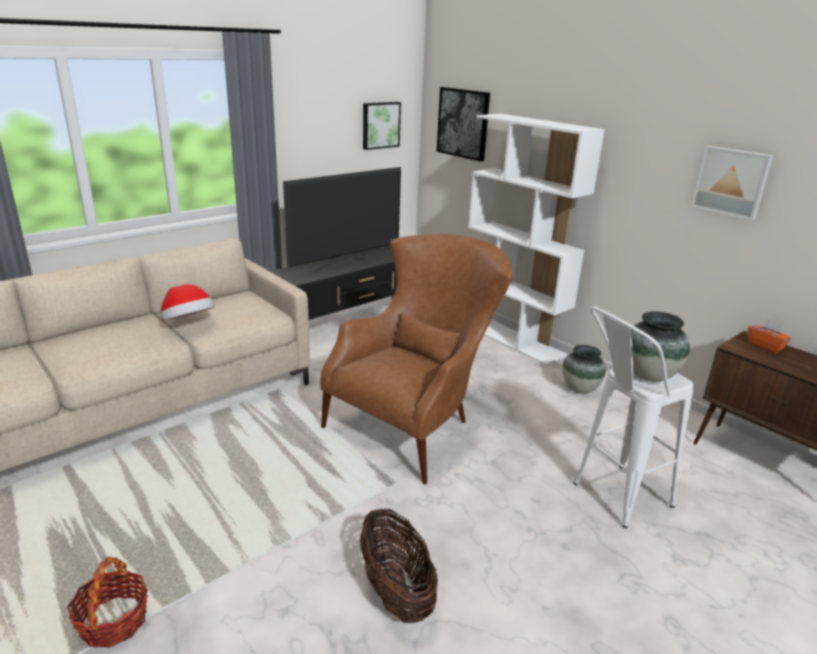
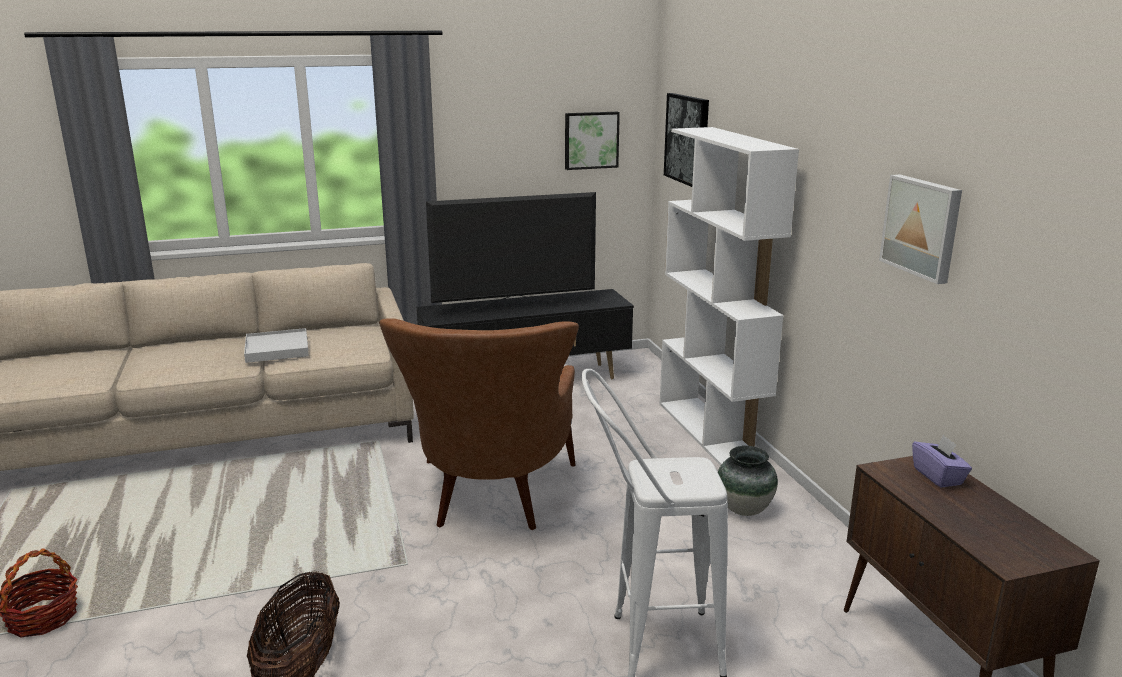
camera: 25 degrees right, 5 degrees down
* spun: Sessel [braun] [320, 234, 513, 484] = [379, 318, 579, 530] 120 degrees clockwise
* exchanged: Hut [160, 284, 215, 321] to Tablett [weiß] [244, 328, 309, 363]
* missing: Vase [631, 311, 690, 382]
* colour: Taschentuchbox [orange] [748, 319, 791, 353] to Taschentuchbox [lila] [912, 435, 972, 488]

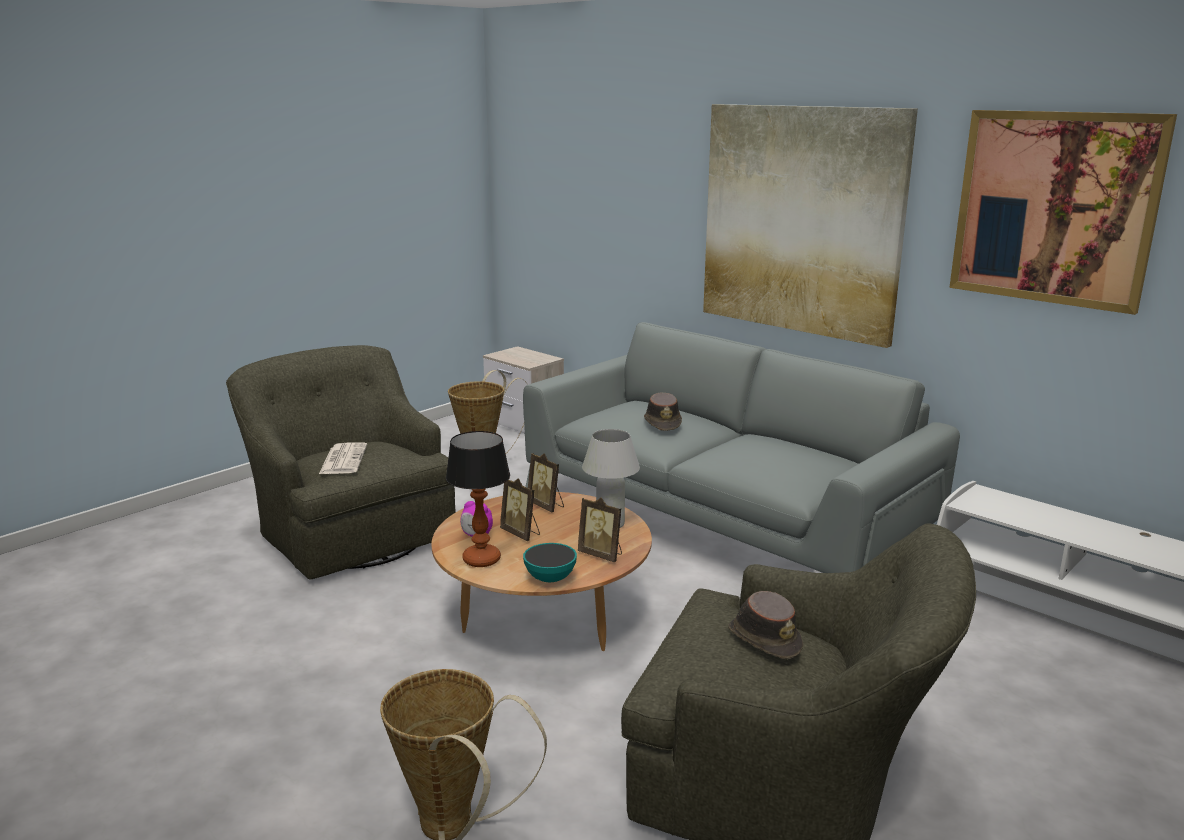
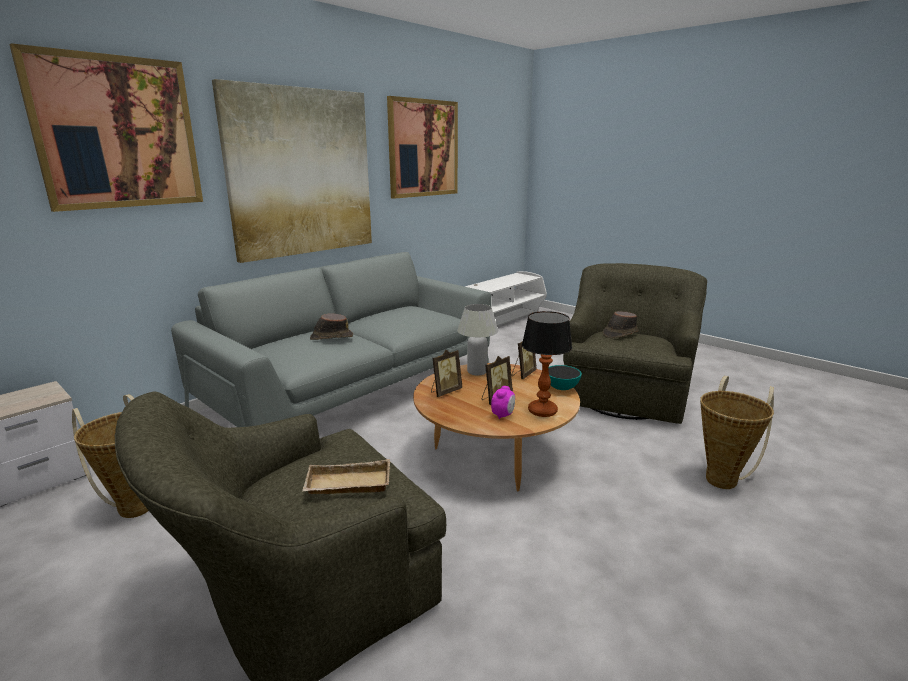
camera: 90 degrees left, 0 degrees up
* exchanged: Zeitung [319, 442, 367, 474] to Tablett [beige] [302, 459, 390, 494]
* appeared: Bild [9, 43, 203, 212]

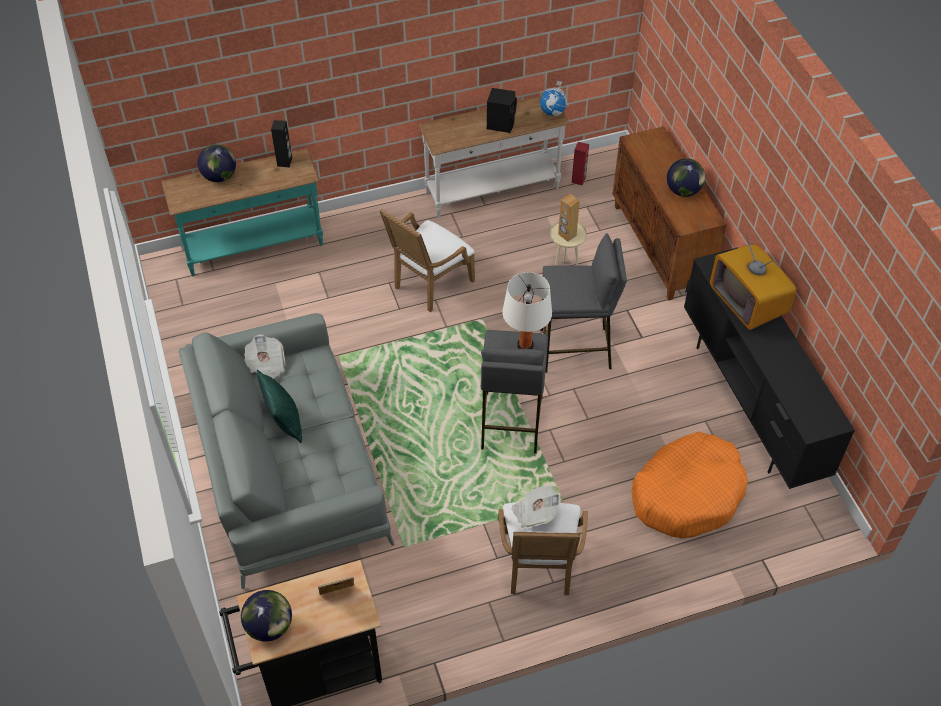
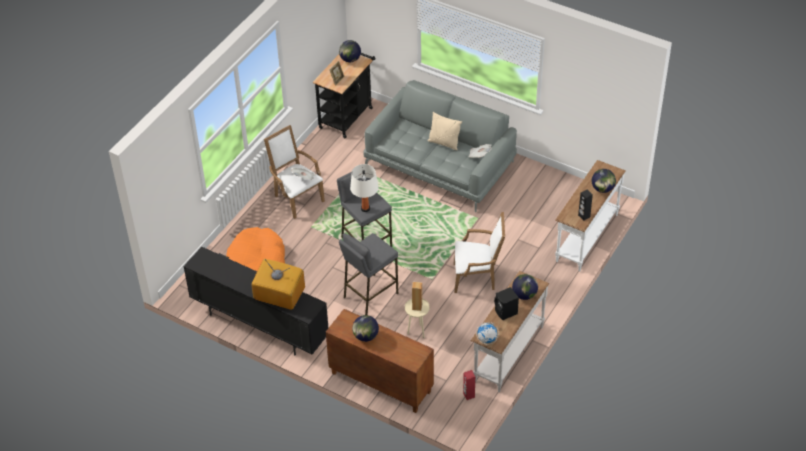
camera: 140 degrees right, 5 degrees down
* colour: Konsolentisch [türkis] [162, 148, 323, 276] to Konsolentisch [weiß] [555, 160, 626, 272]
* spun: Sessel [weiß] [379, 208, 475, 312] = [454, 212, 505, 293] 90 degrees clockwise
* colour: Kissen [grün] [257, 369, 302, 443] to Kissen [beige] [427, 112, 462, 150]
* appeared: Globus [512, 274, 538, 300]

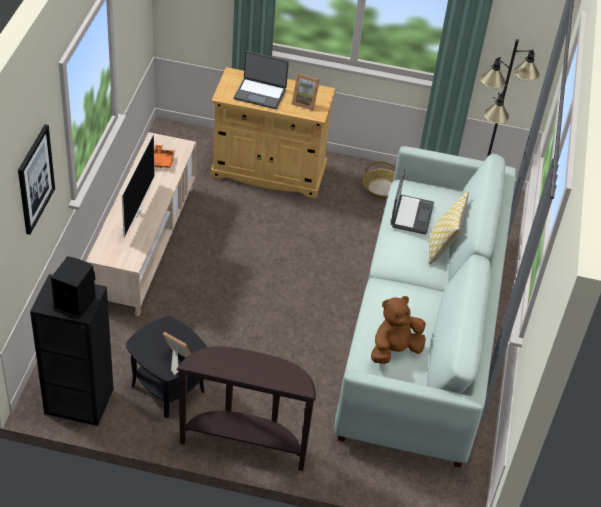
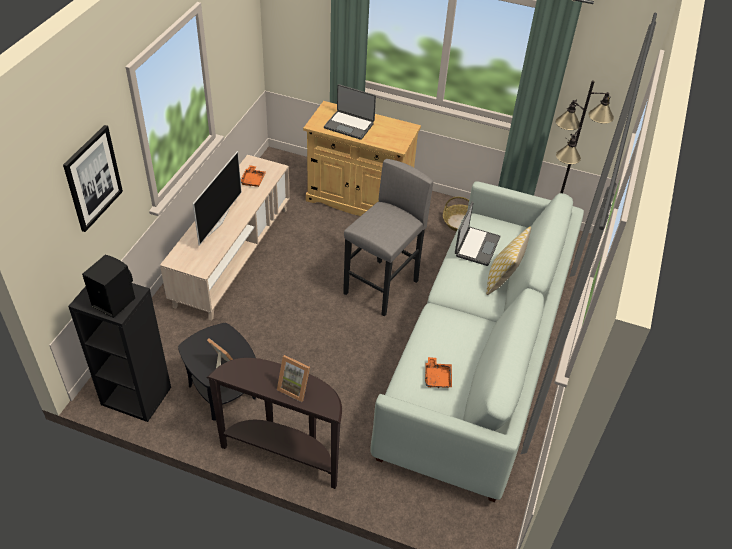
camera: 10 degrees right, 0 degrees up
* relocated: Bilderrahmen [292, 73, 320, 111] to [277, 355, 310, 402]
* exchanged: Plüschtier [braun] [371, 296, 426, 364] to Tablett [orange] [425, 357, 452, 388]
* appeared: Hocker [grau] [343, 159, 433, 317]

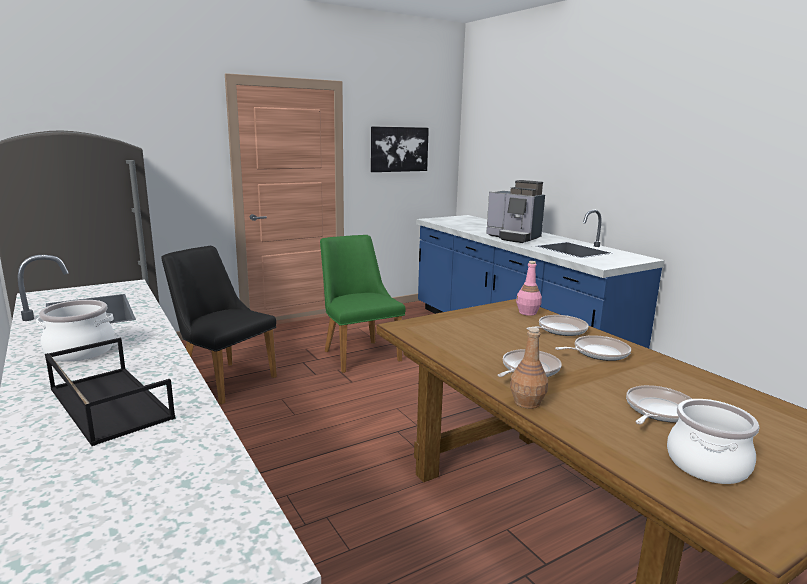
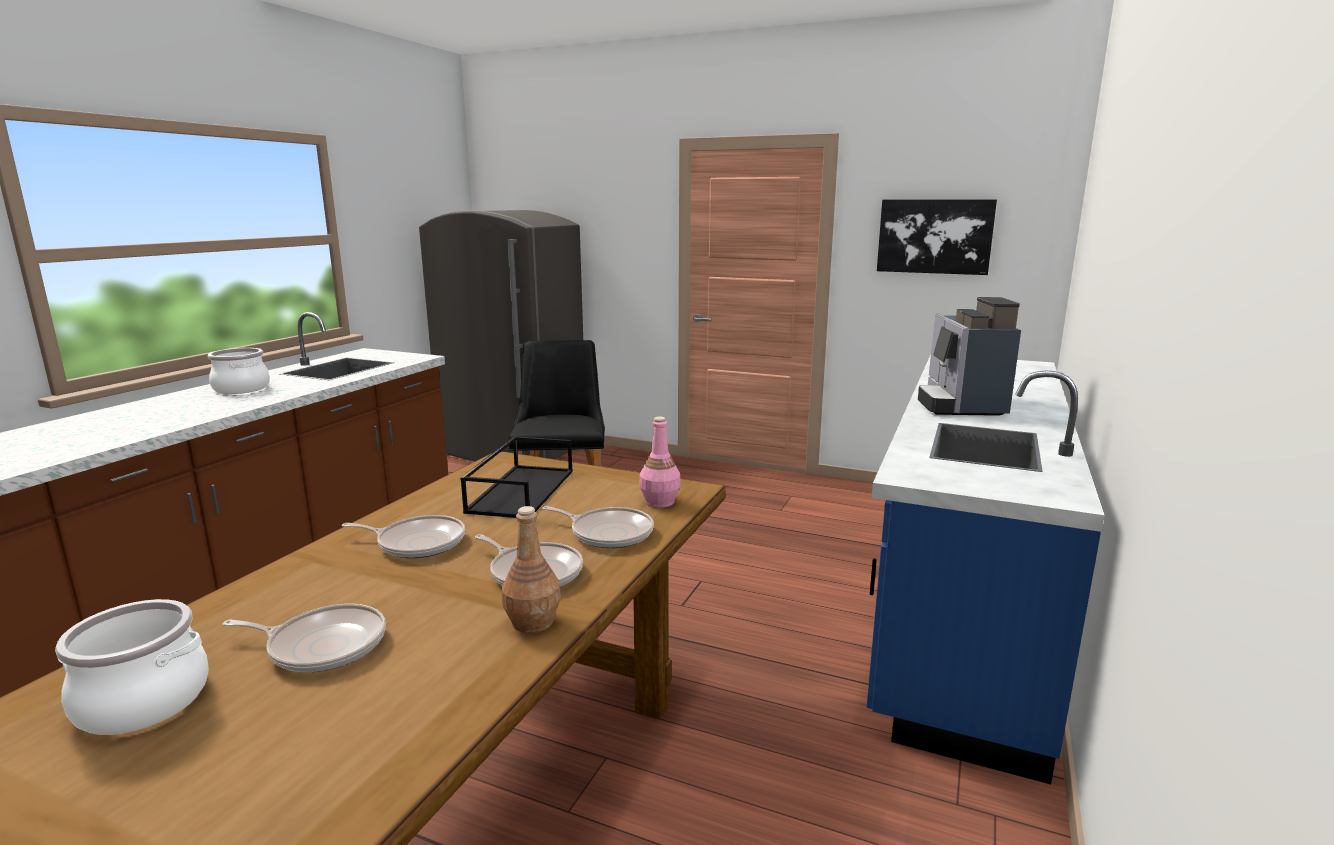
camera: 55 degrees right, 0 degrees up
* missing: Stuhl [grün] [320, 235, 406, 373]
* relocated: Flasche [braun] [510, 327, 548, 409] to [502, 506, 561, 633]
* relocated: Tablett [schwarz] [45, 338, 176, 446] to [460, 436, 573, 518]

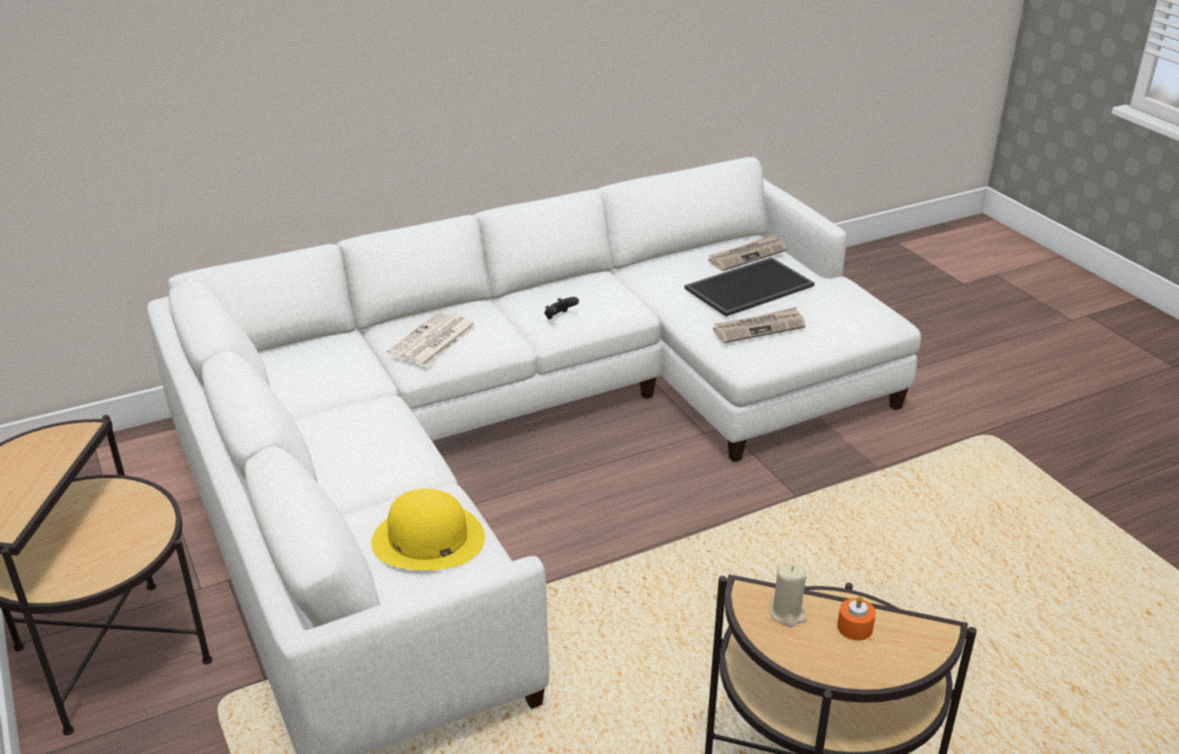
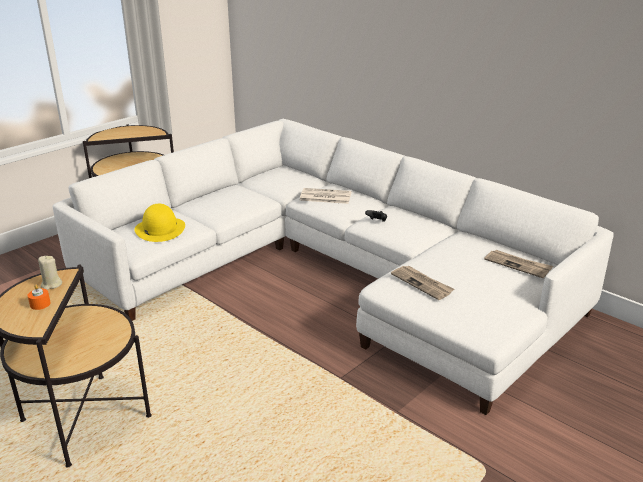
camera: 70 degrees right, 5 degrees down
* missing: Tablett [684, 257, 815, 317]

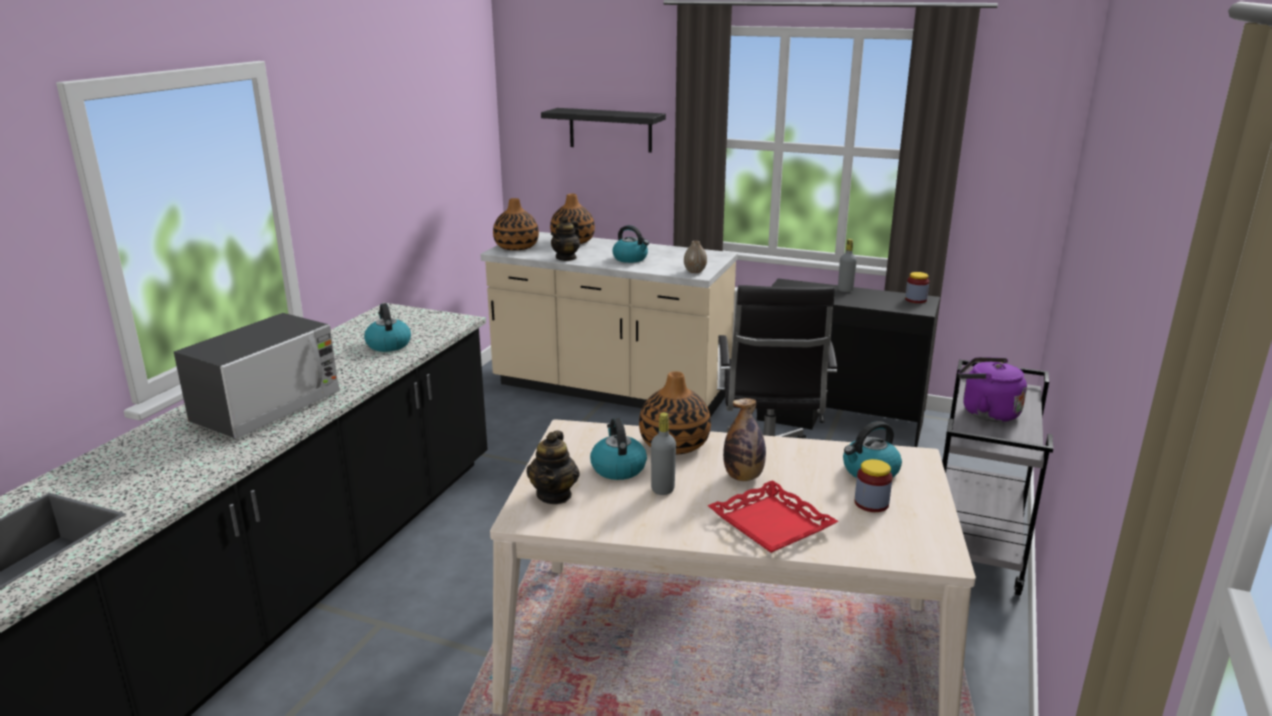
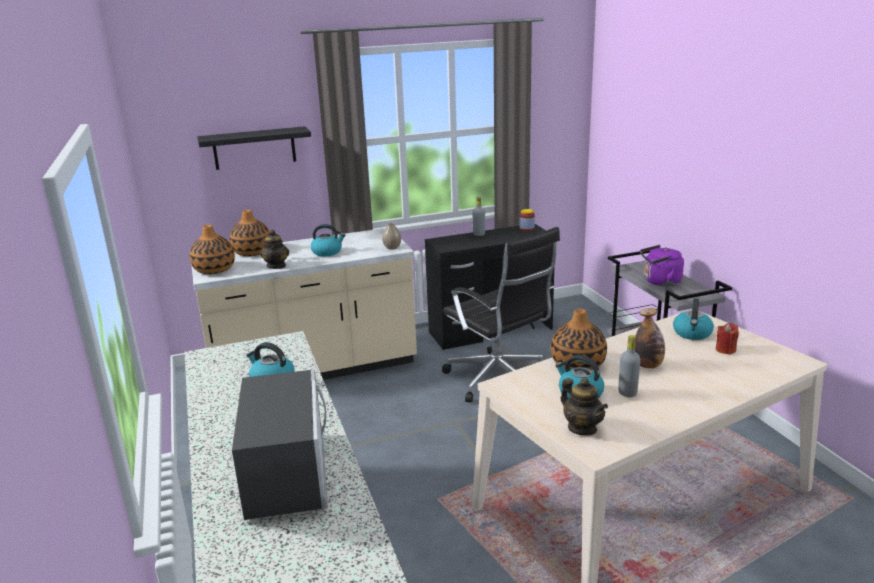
camera: 40 degrees left, 0 degrees up
* exchanged: Vorratsglas [854, 459, 893, 512] to Kerze [rot] [716, 323, 739, 354]
* missing: Tablett [rot] [707, 480, 839, 553]

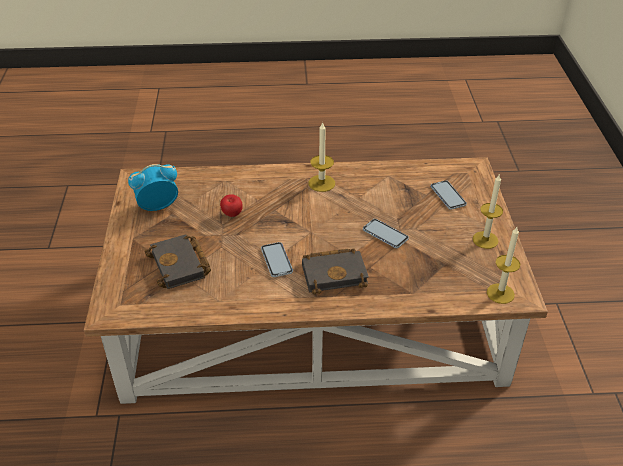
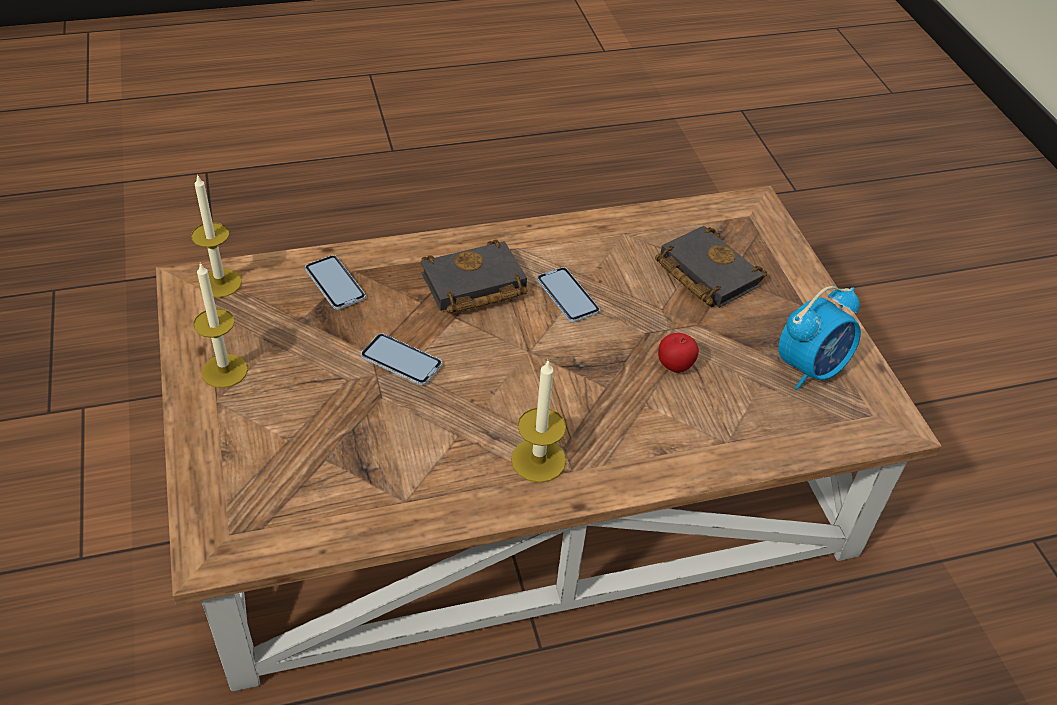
camera: 165 degrees right, 5 degrees up
* relocated: Handy [431, 180, 467, 210] to [305, 255, 366, 310]

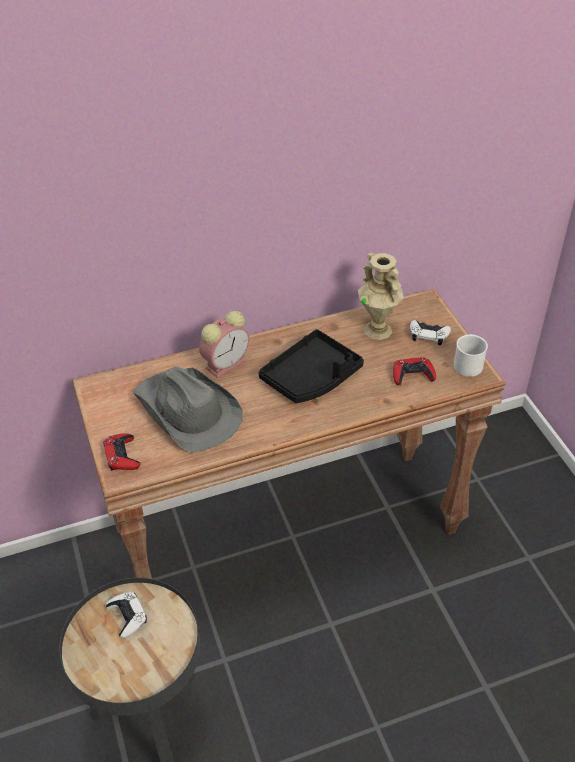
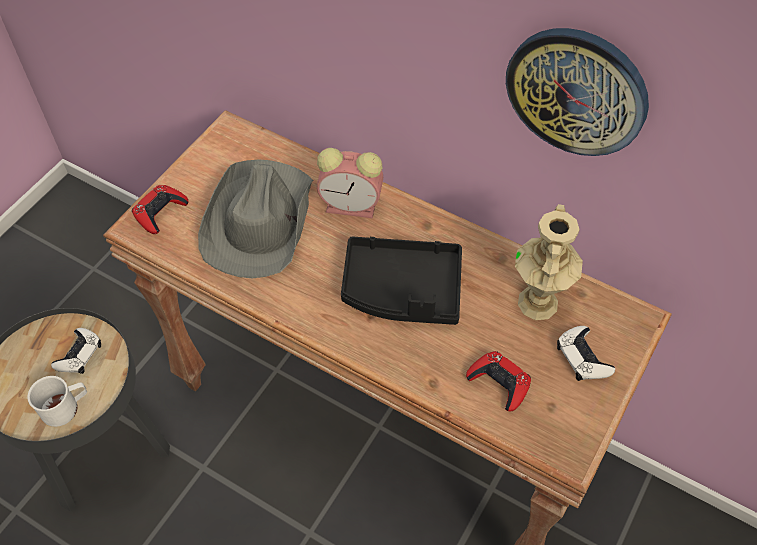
camera: 50 degrees right, 10 degrees up
* relocated: Henkelbecher [weiß] [454, 334, 488, 377] to [27, 376, 87, 427]
* appeared: Wanduhr [506, 28, 649, 156]

